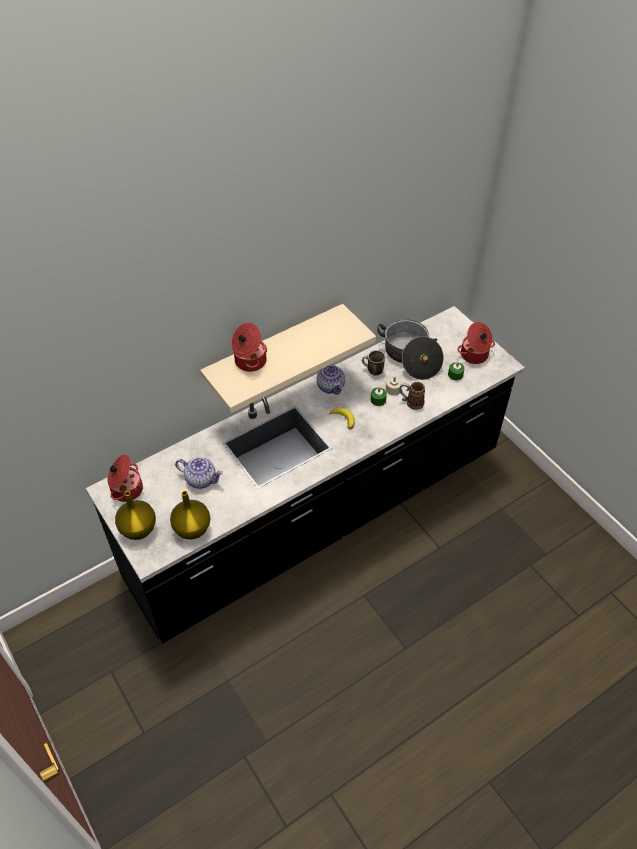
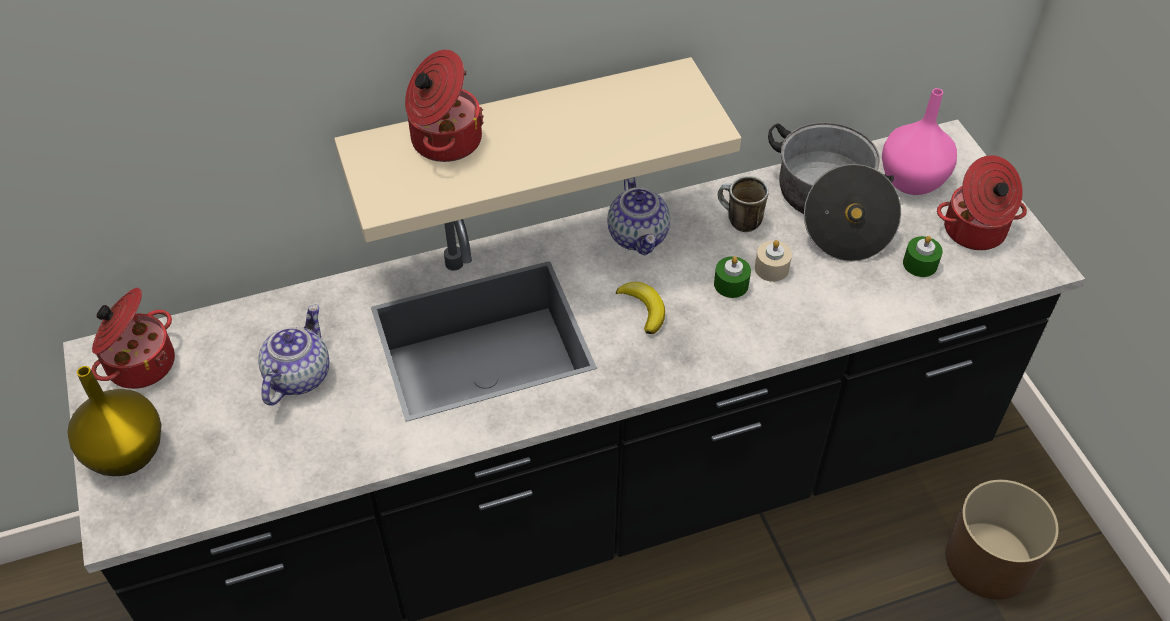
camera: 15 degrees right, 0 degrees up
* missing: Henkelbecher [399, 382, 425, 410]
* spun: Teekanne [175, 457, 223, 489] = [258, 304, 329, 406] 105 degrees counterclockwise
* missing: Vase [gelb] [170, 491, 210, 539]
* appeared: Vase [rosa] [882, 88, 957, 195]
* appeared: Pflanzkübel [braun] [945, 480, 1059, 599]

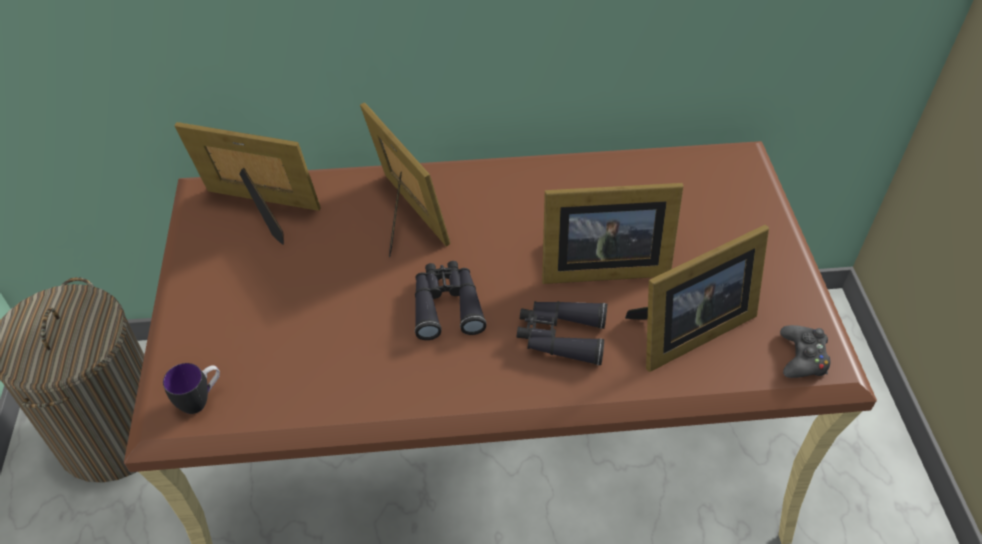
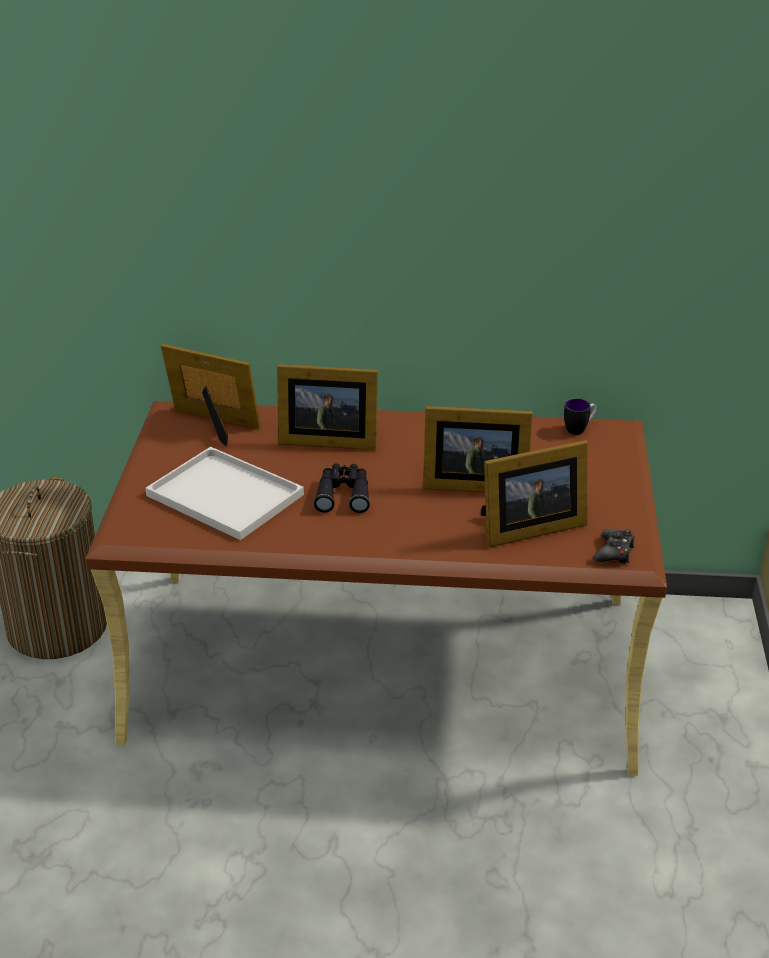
camera: 10 degrees right, 15 degrees down
* spun: Bilderrahmen [360, 103, 450, 257] = [277, 364, 378, 450] 120 degrees clockwise
* missing: Fernglas [schwarz] [517, 301, 607, 365]
* relocated: Henkelbecher [163, 363, 220, 414] to [564, 399, 597, 435]
* appeared: Tablett [weiß] [145, 447, 304, 540]

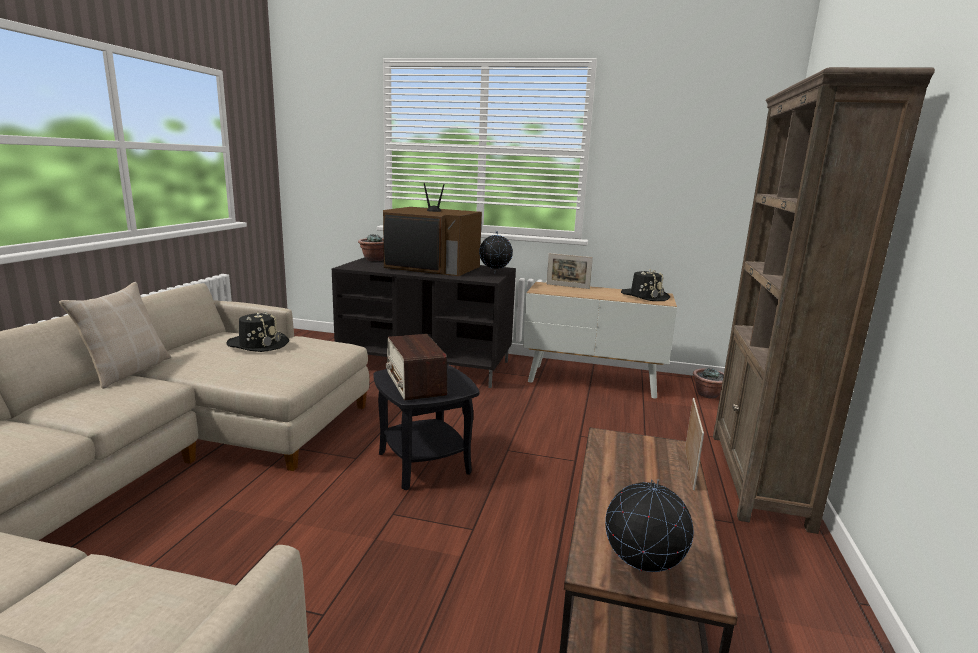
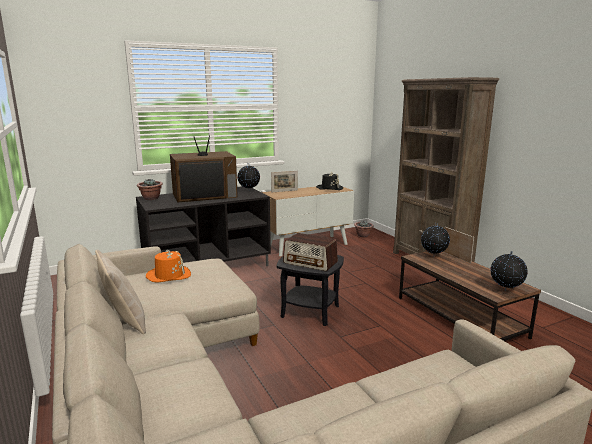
camera: 40 degrees left, 0 degrees up
* colour: Hut [schwarz] [226, 311, 289, 352] to Hut [orange] [146, 250, 191, 283]
* appeared: Globus [421, 224, 450, 257]

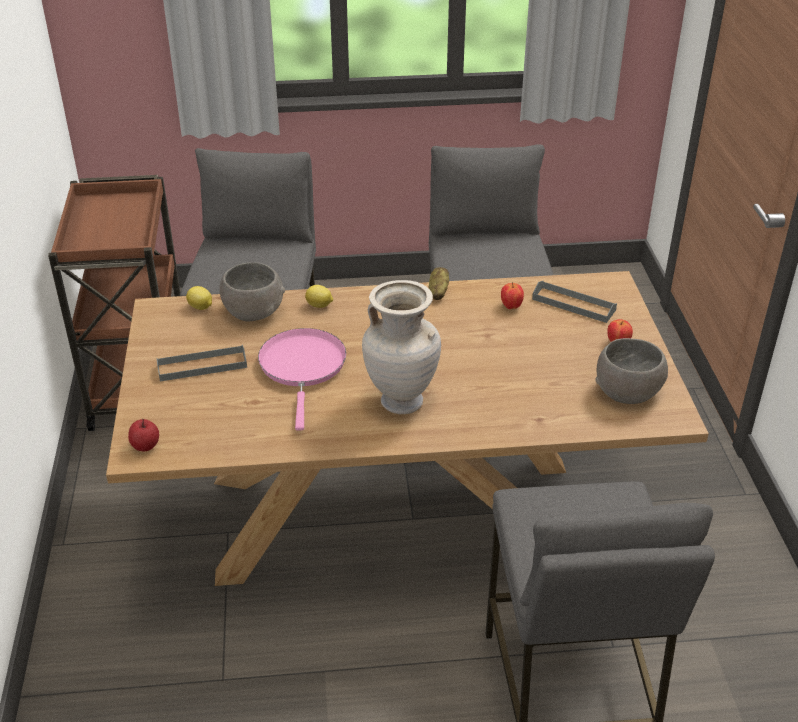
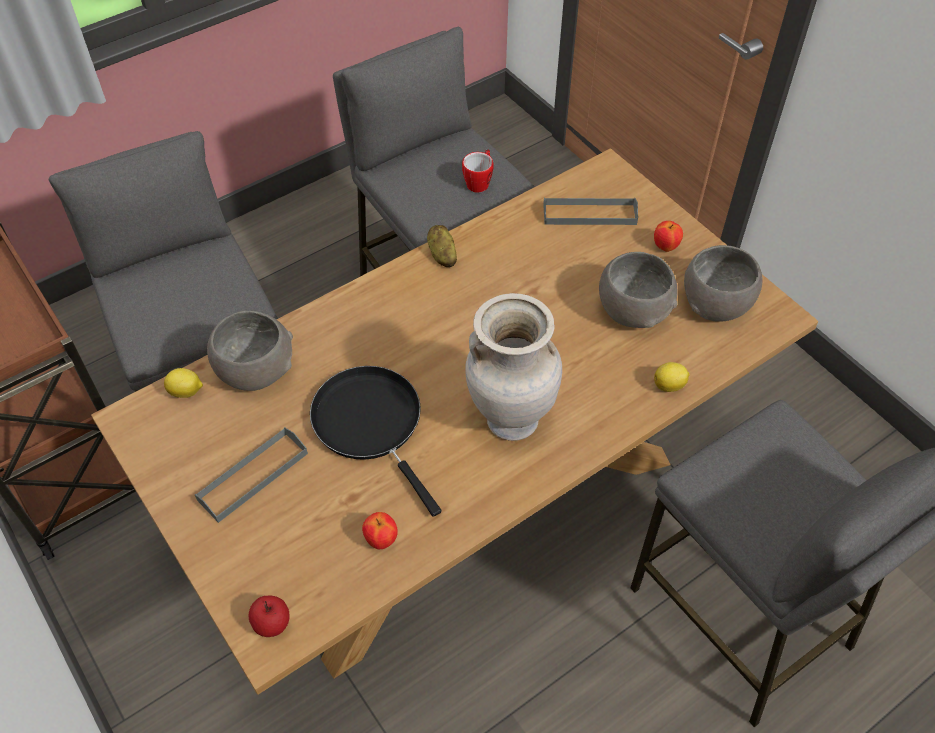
camera: 30 degrees left, 15 degrees up
* relocated: Apfel [501, 282, 524, 309] to [362, 512, 398, 549]
* relocated: Zitrone [305, 285, 333, 308] to [654, 362, 690, 392]
* colour: Pfanne [rosa] [258, 328, 346, 430] to Pfanne [schwarz] [310, 366, 442, 517]
* appeared: Henkelbecher [462, 150, 494, 193]
* appeared: Schüssel [grau] [599, 252, 678, 328]

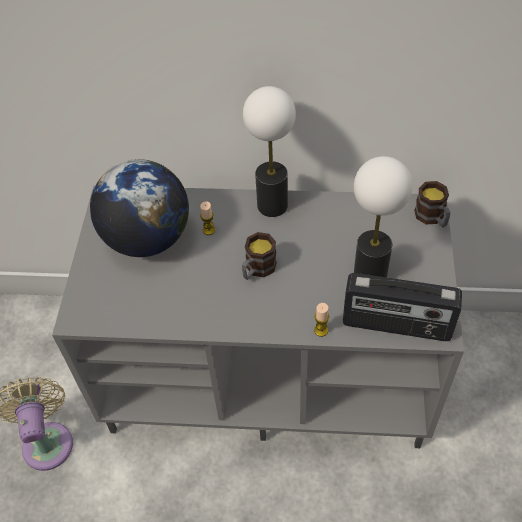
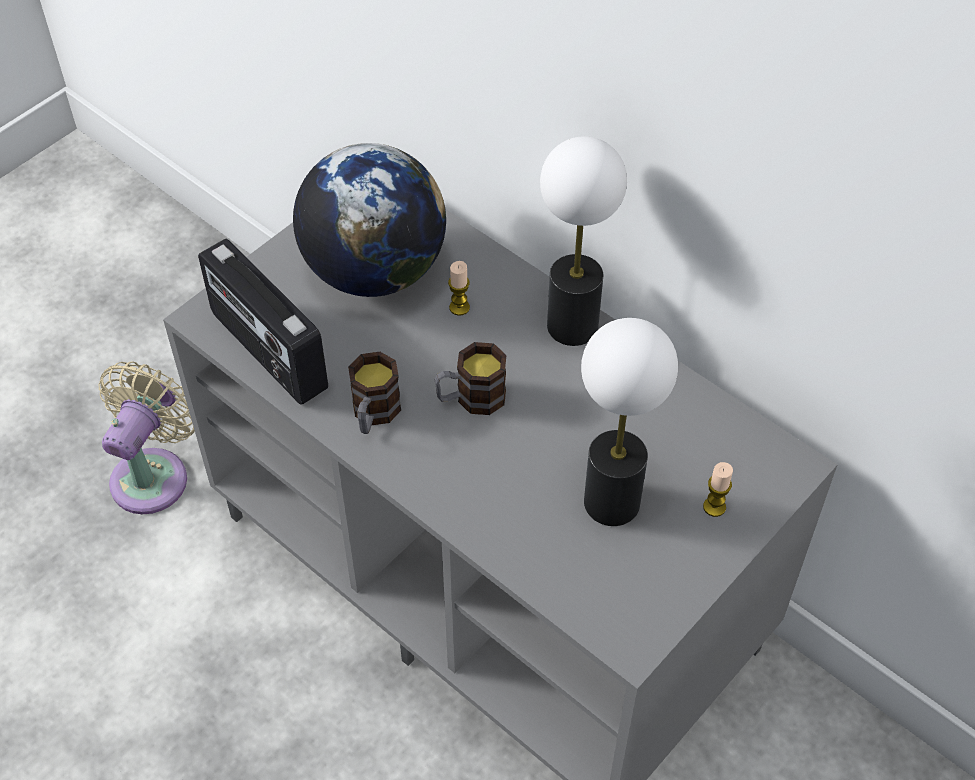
camera: 35 degrees right, 0 degrees up
* relocated: Henkelbecher [414, 181, 450, 227] to [348, 352, 401, 434]
* relocated: Radio [343, 273, 462, 341] to [198, 239, 328, 404]
* relocated: Kerze [314, 303, 329, 337] to [703, 462, 733, 517]

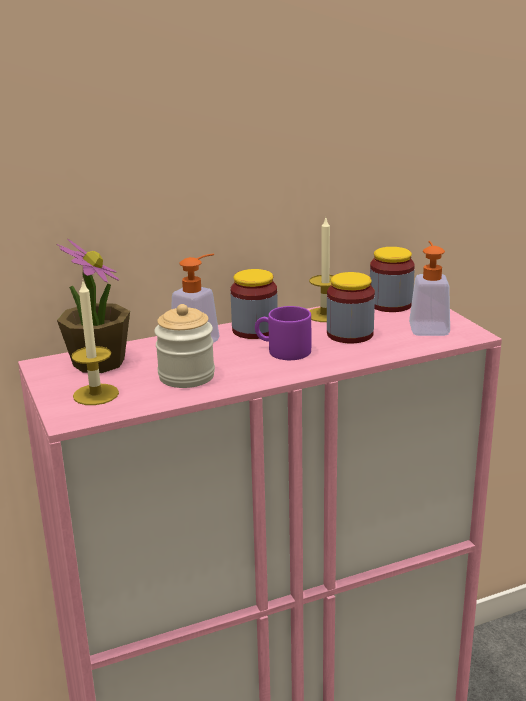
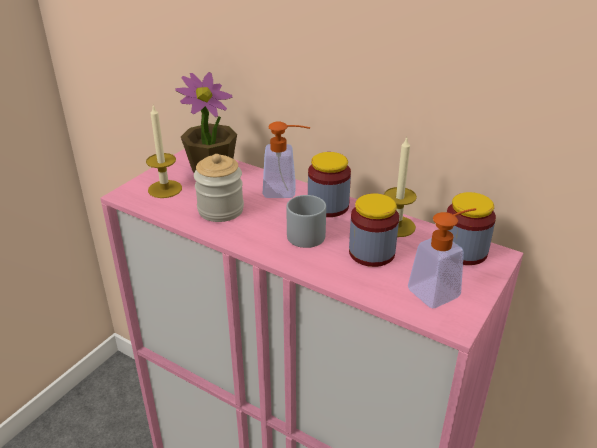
camera: 55 degrees right, 10 degrees up
* colour: Henkelbecher [lila] [255, 306, 311, 360] to Henkelbecher [grau] [286, 195, 326, 248]

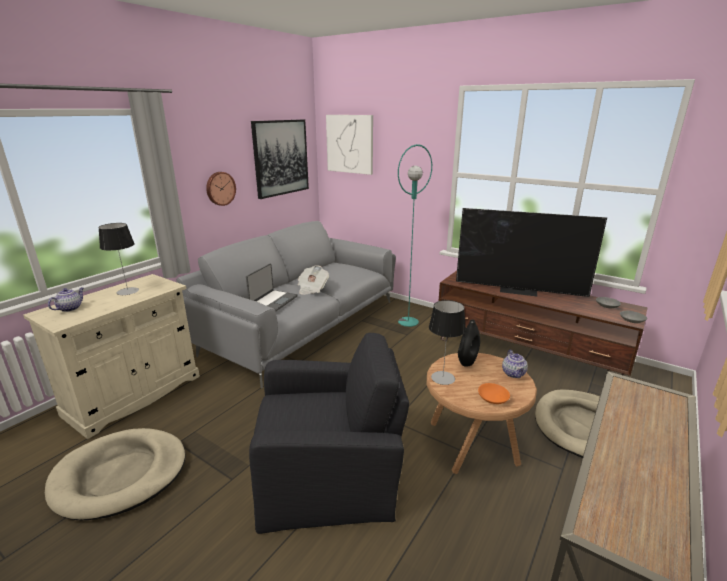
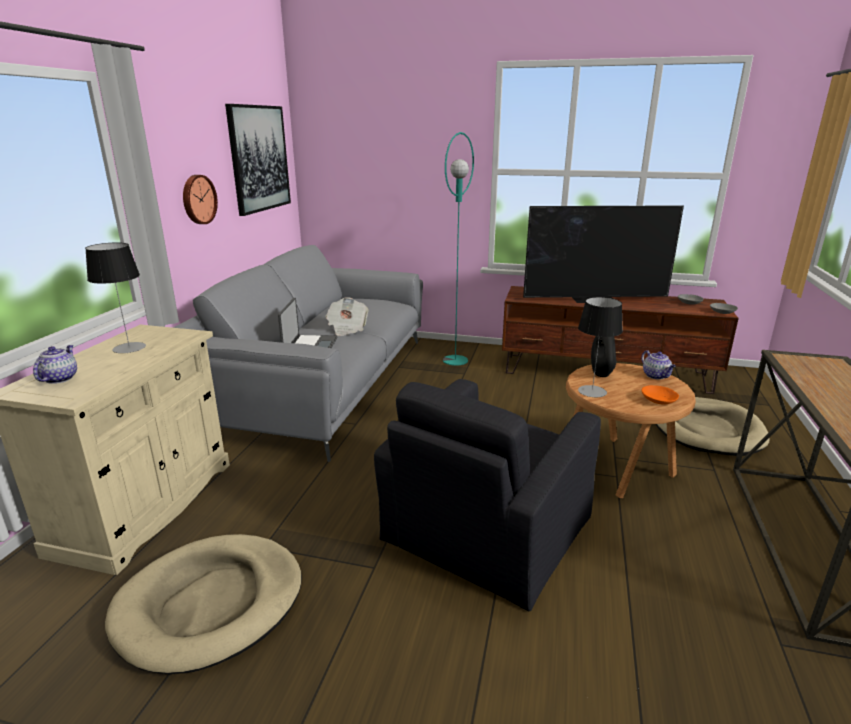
camera: 20 degrees left, 0 degrees up
* missing: Bild [326, 115, 373, 175]
* spun: Sessel [schwarz] [249, 333, 409, 534] = [374, 379, 601, 611] 150 degrees clockwise

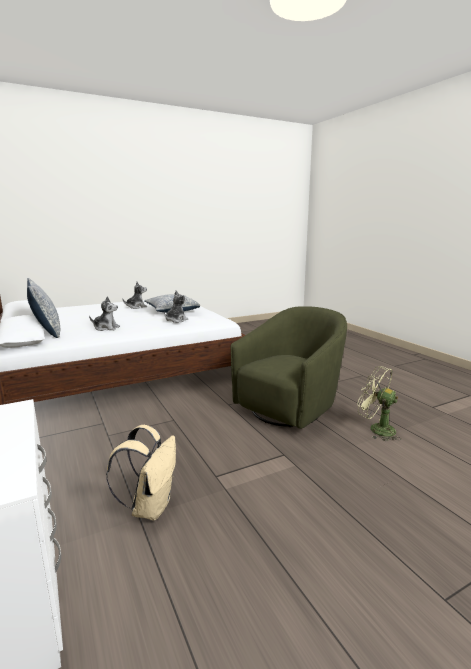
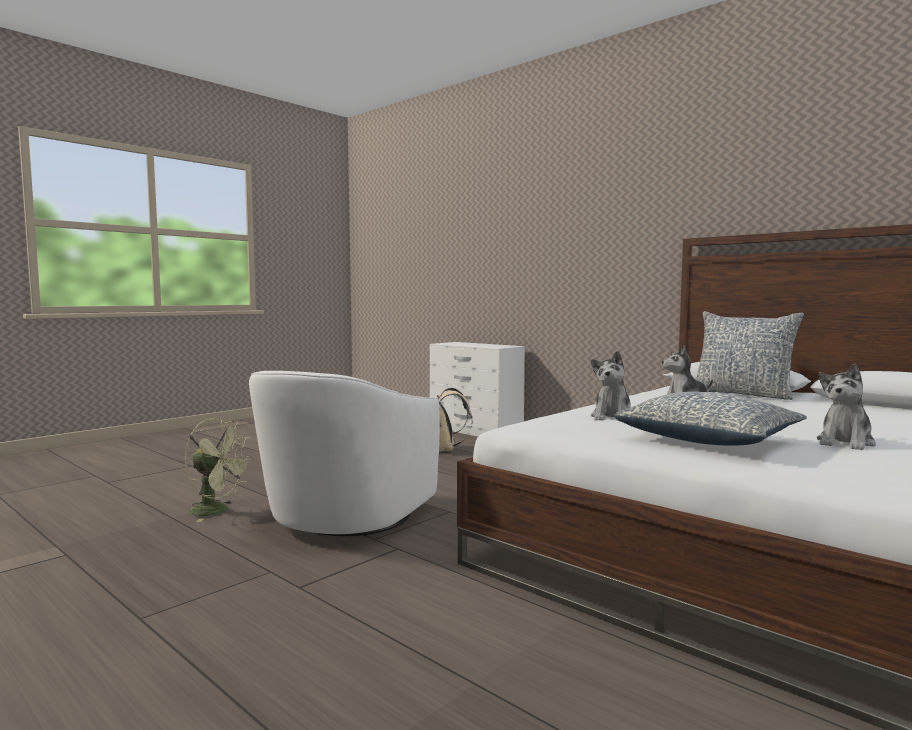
camera: 160 degrees right, 10 degrees down
* colour: Sessel [grün] [231, 306, 347, 429] to Sessel [weiß] [249, 371, 440, 536]

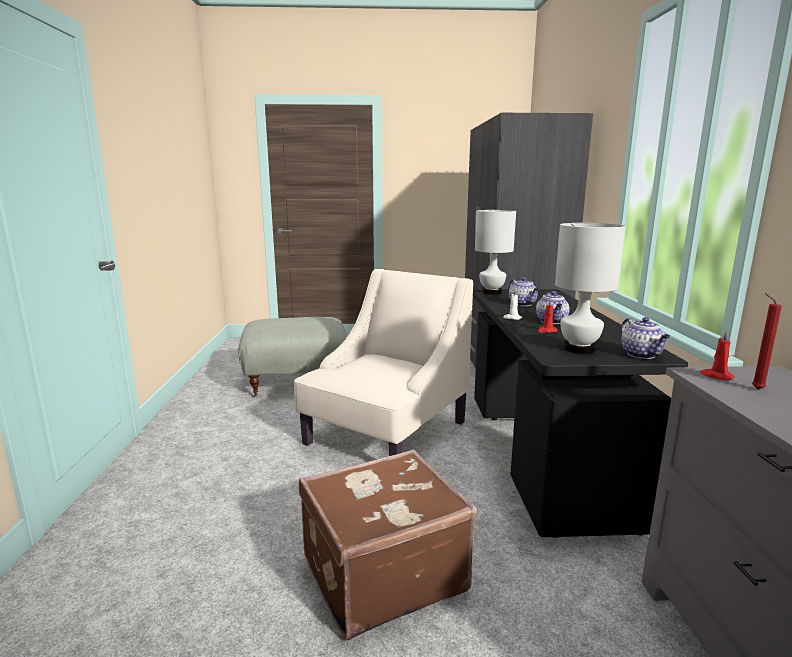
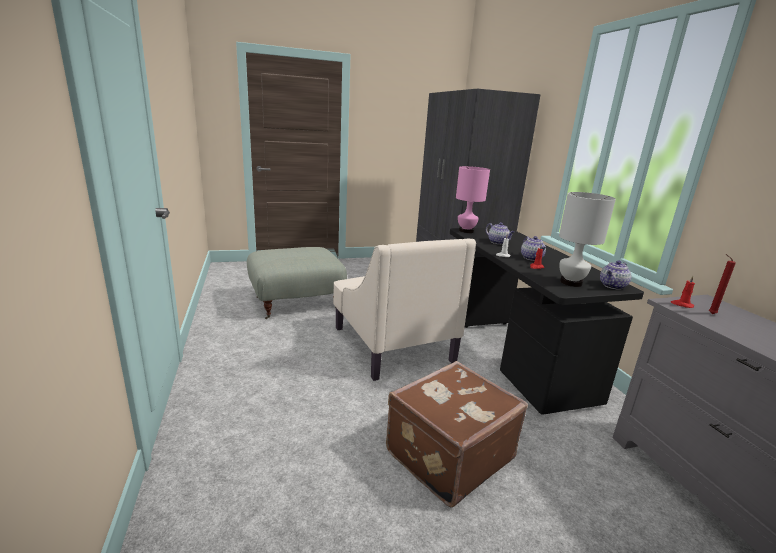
camera: 15 degrees left, 5 degrees up
* colour: Tischlampe [weiß] [475, 210, 516, 295] to Tischlampe [rosa] [456, 166, 490, 233]
* spun: Sessel [beige] [294, 269, 473, 456] = [333, 239, 476, 381] 135 degrees clockwise
* spun: Teekanne [621, 317, 670, 359] = [600, 260, 631, 290] 75 degrees clockwise

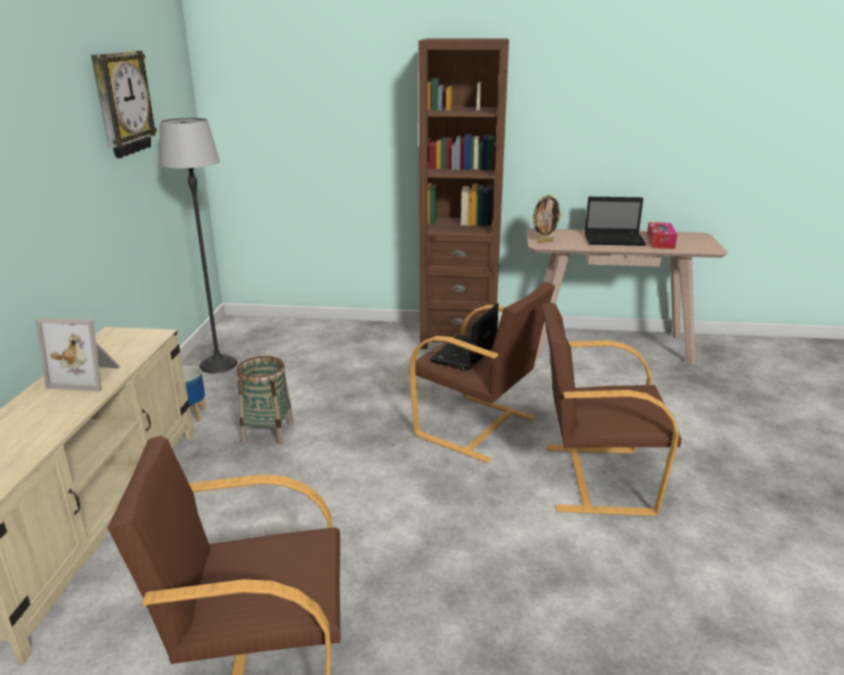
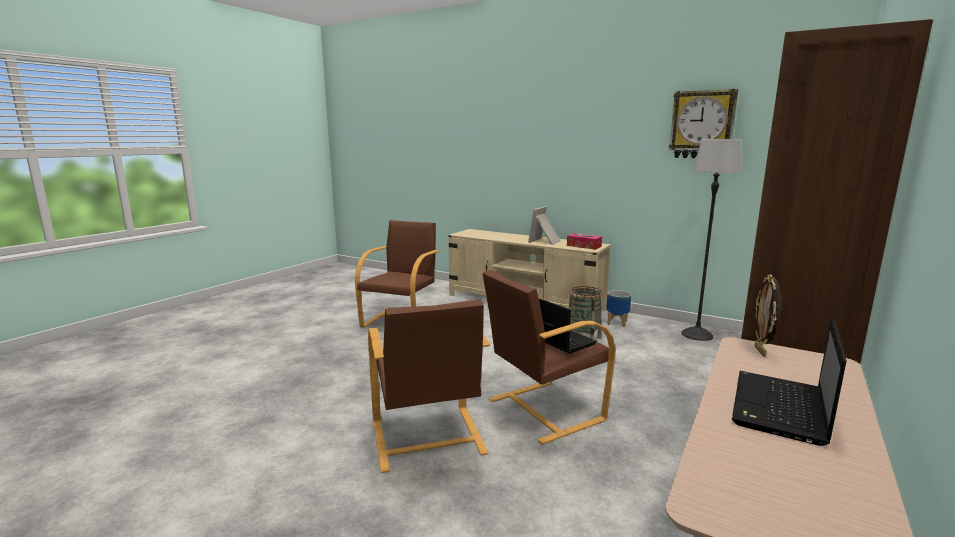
camera: 115 degrees right, 10 degrees down
* relocated: Taschentuchbox [647, 222, 677, 249] to [567, 233, 602, 250]
* spun: Sessel [braun] [542, 303, 682, 516] = [368, 300, 490, 473] 135 degrees clockwise

